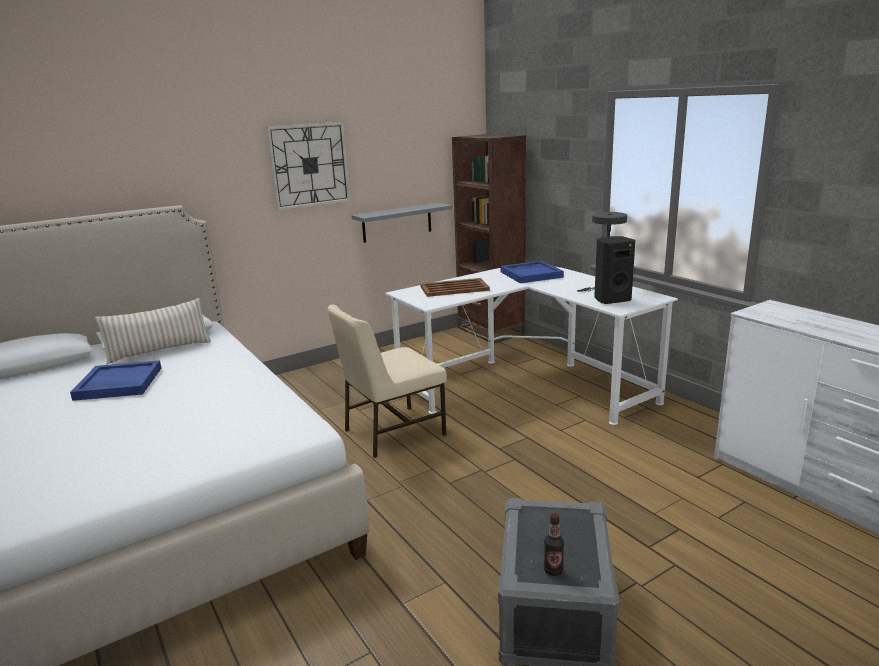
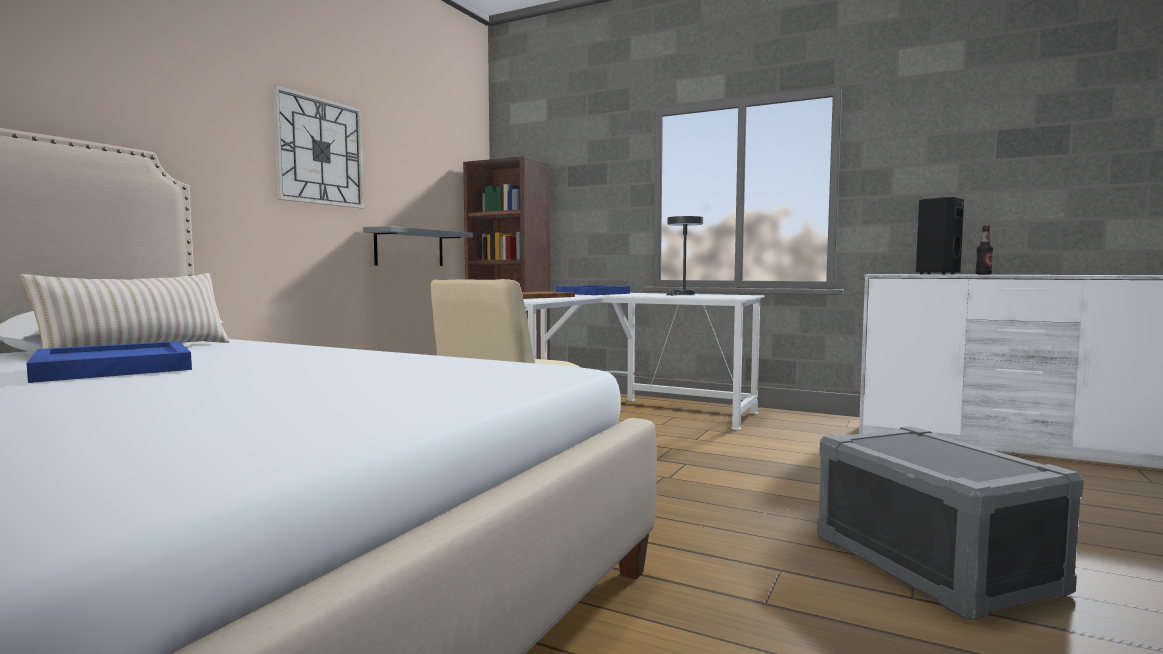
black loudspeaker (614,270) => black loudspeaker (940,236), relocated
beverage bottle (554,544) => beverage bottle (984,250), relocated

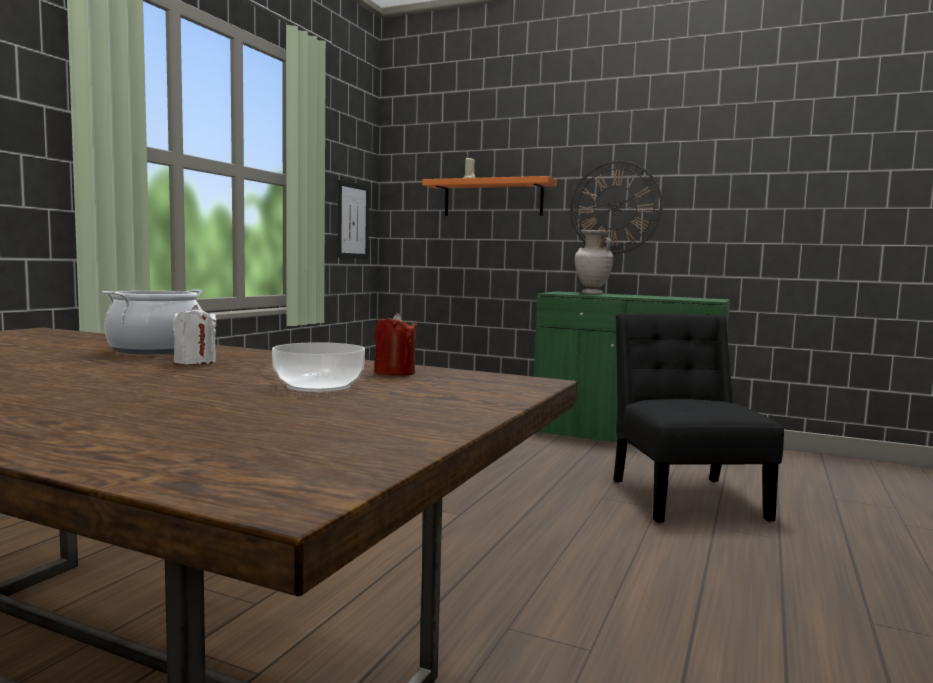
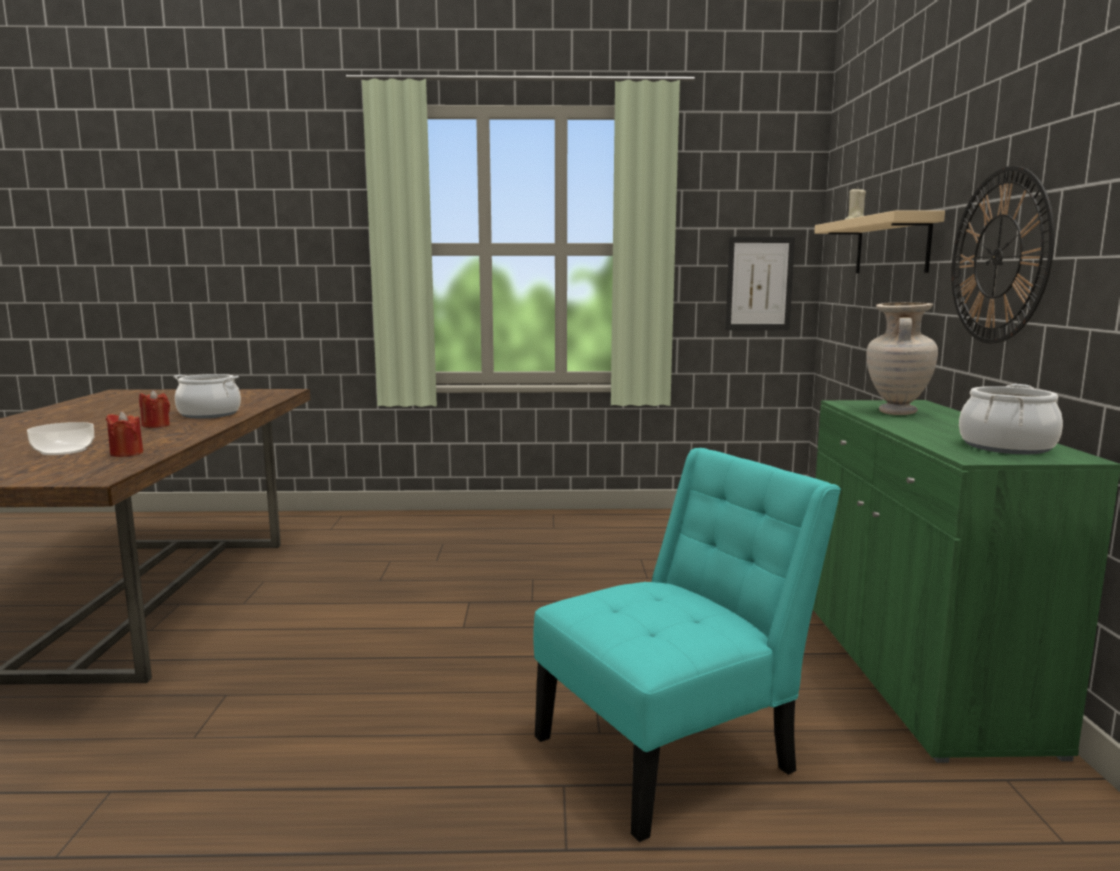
whitish candle (194,334) => red-coloured candle (154,409)
black chair (698,418) => turquoise chair (687,645)
orange-coloured shelf (489,196) => beige-coloured shelf (879,242)
nothing => saucepot (1011,419)

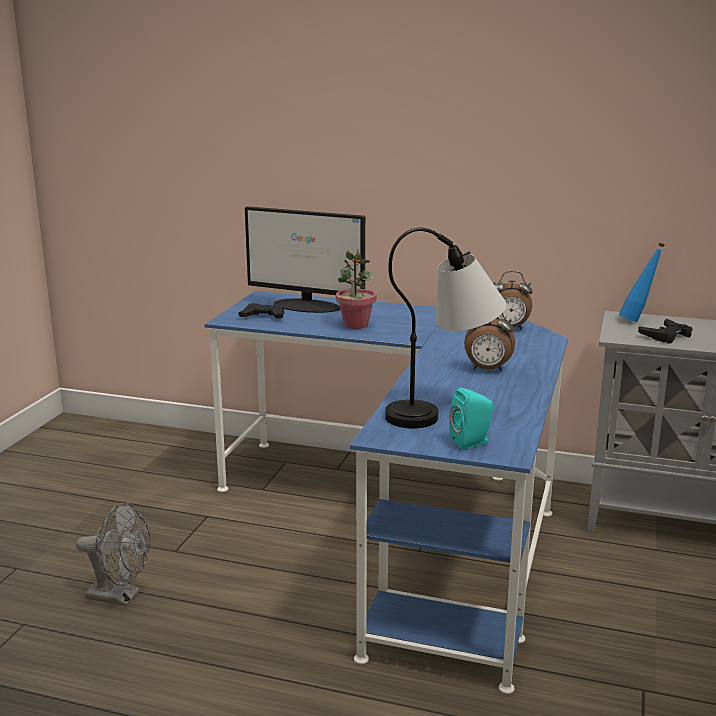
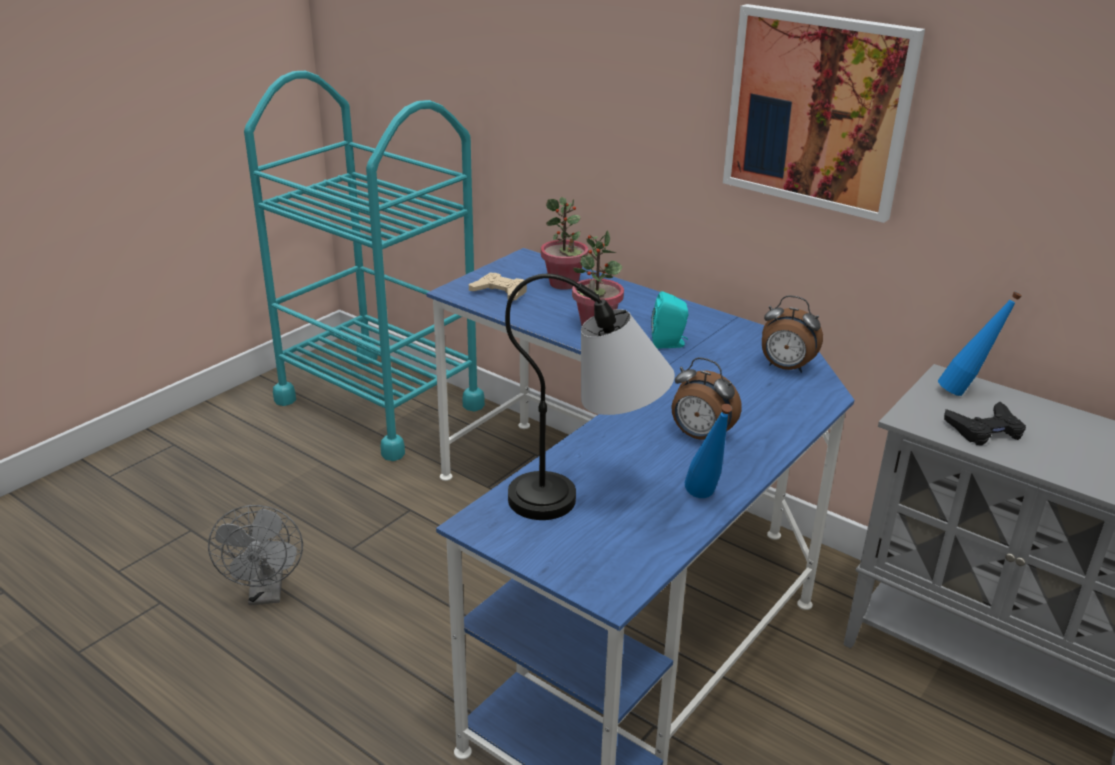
greyish cooling fan (113,554) => greyish cooling fan (255,555), 45 degrees clockwise
nothing => turquoise cart (364,266)
black joypad (261,311) => beige-coloured joypad (498,287)
computer display (305,259) => potted plant (564,243)
turquoise loudspeaker (471,418) => turquoise loudspeaker (670,320), relocated
nothing => blue-coloured beverage bottle (708,451)
nothing => wall picture (824,113)

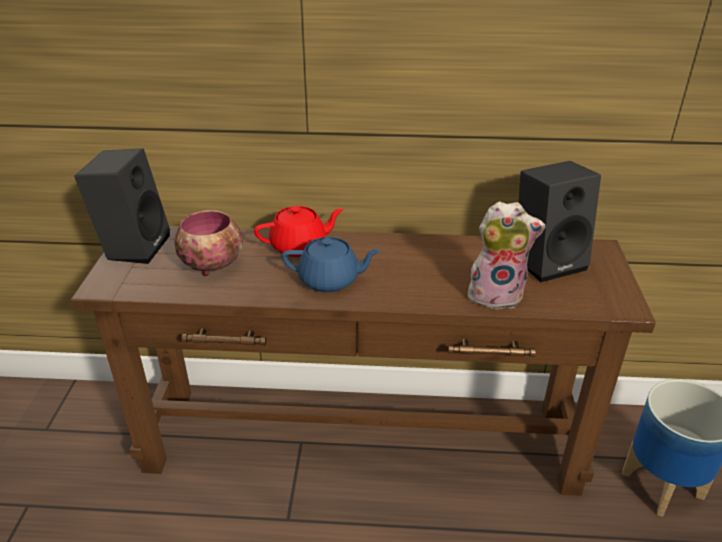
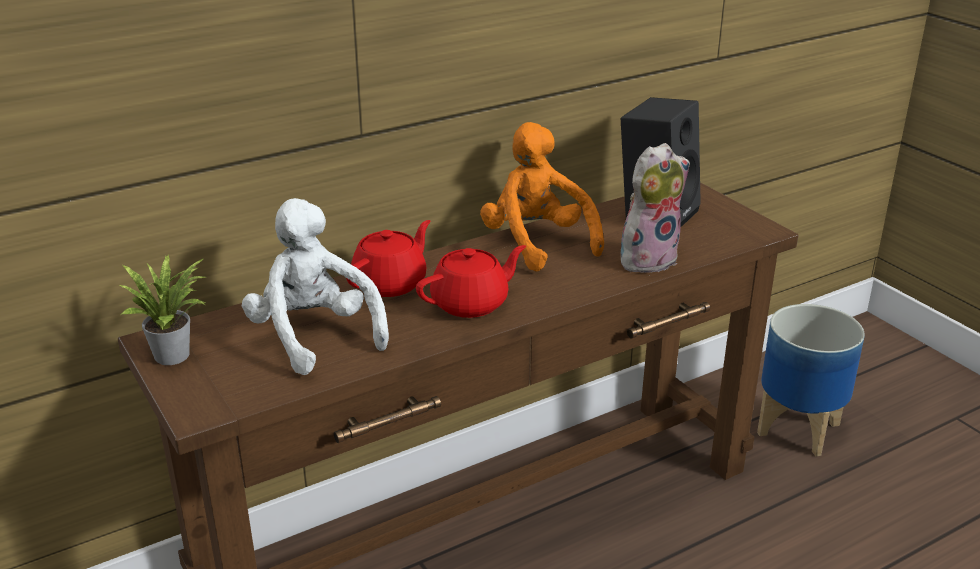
black loudspeaker (122,206) => potted plant (163,310)
serving bowl (208,243) => whitish cuddly toy (315,286)
blue-coloured tea pot (331,264) => red-coloured tea pot (471,281)
nothing => orange-coloured cuddly toy (542,197)

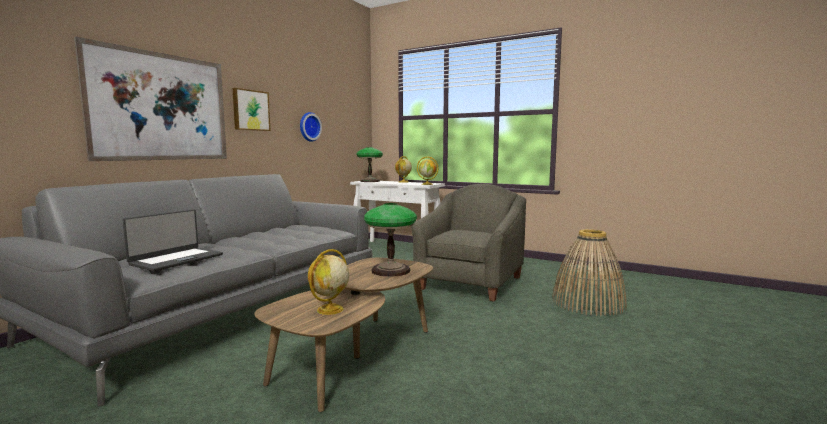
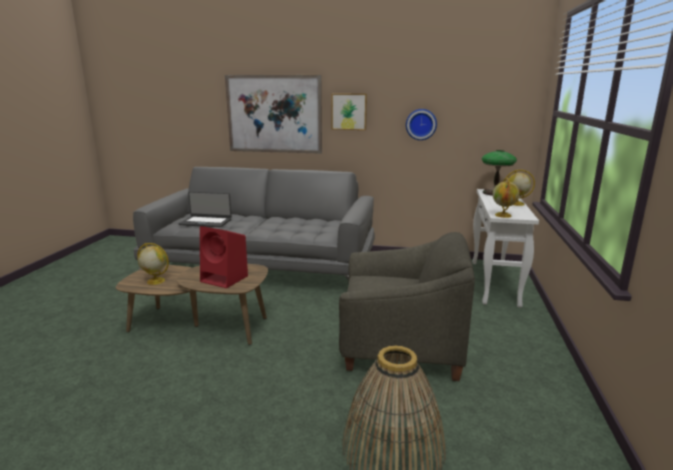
table lamp (390,240) => red-coloured loudspeaker (224,257)

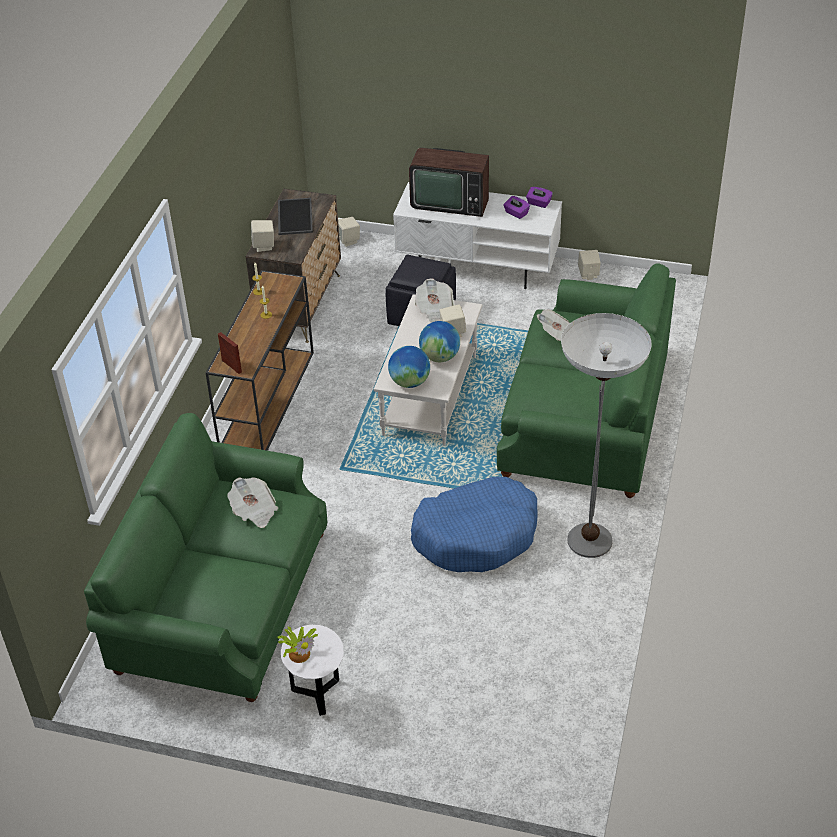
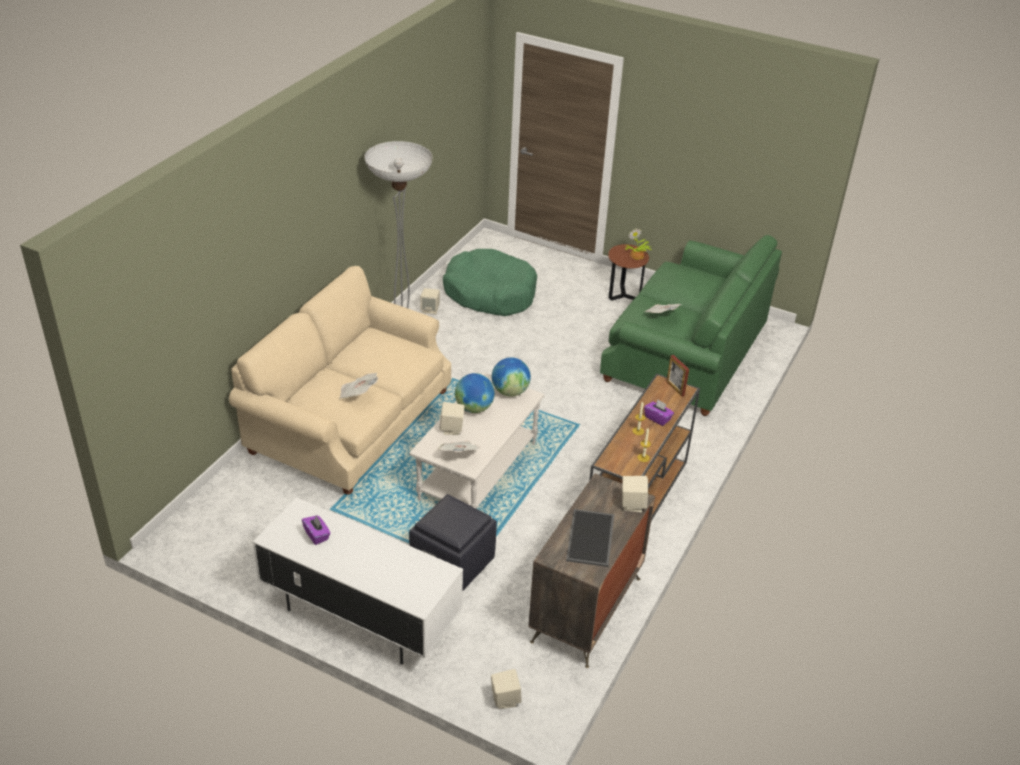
greenish settee (586,381) => beige-coloured settee (340,380)
beige-coloured loudspeaker (589,265) => beige-coloured loudspeaker (430,301), relocated
nothing => greenish dog bed (490,282)
whitish accent table (312,670) => brownish accent table (628,272)
purple tissue box (539,197) => purple tissue box (659,413), relocated
TV set (449,182) => nothing
blue-coloured dog bed (474,524) => nothing

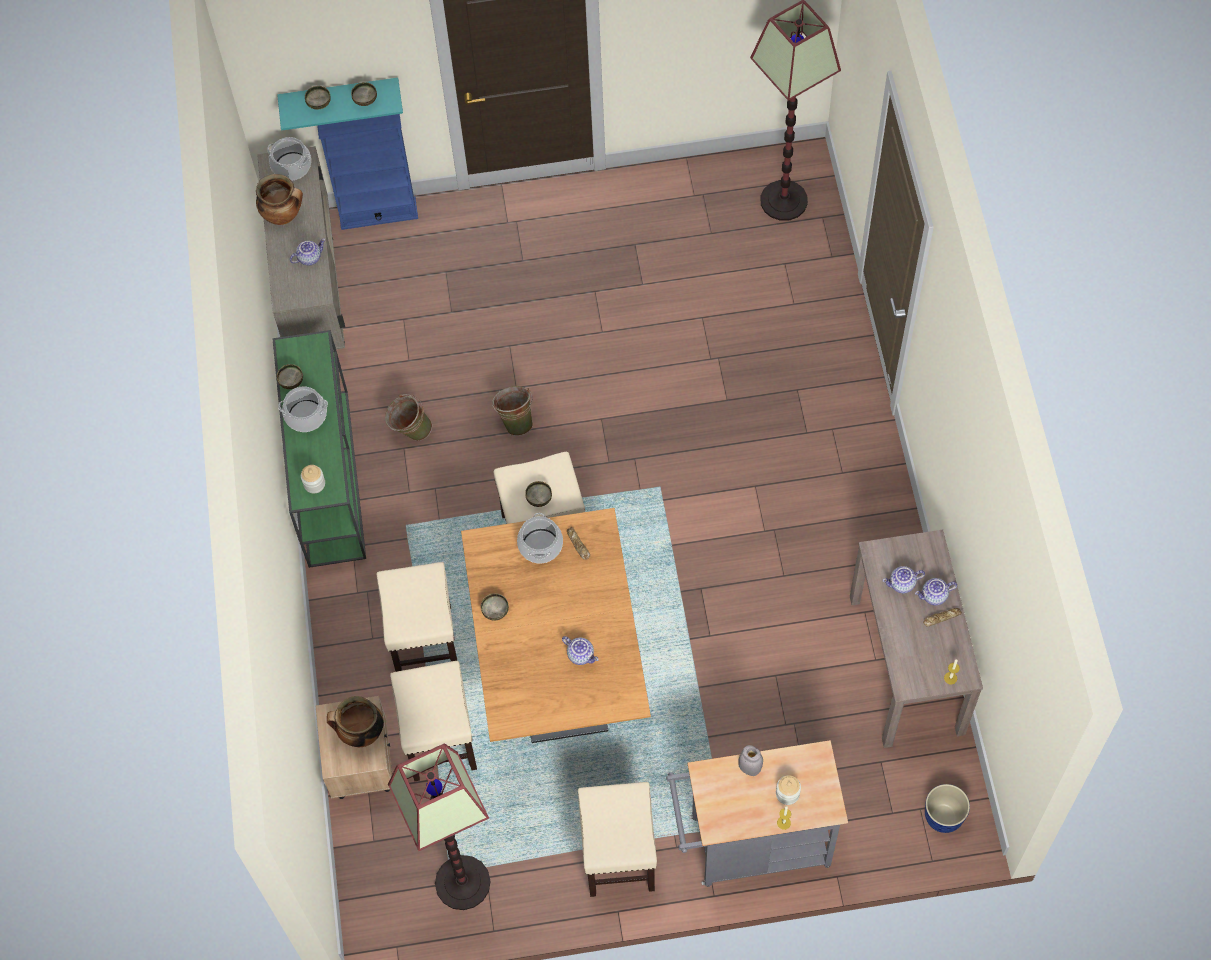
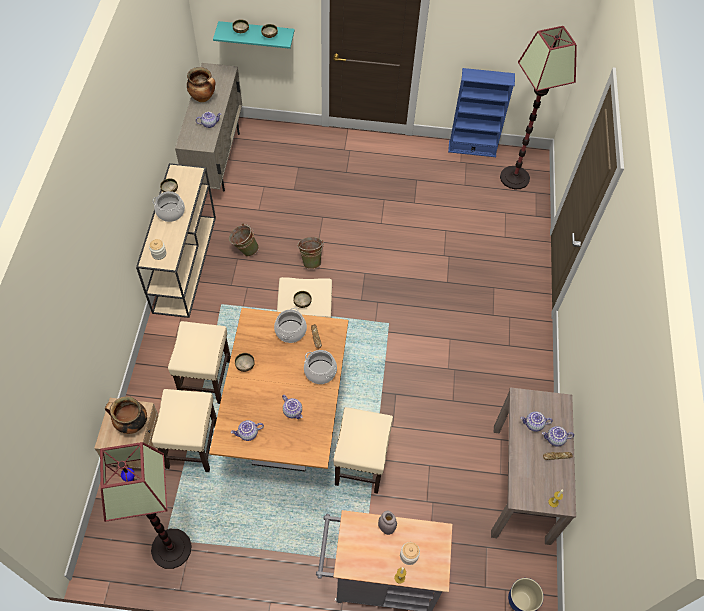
greenish console table (319,449) => beige-coloured console table (176,240)
nothing => tea pot (247,430)
saucepot (289,159) => saucepot (320,367), relocated
beige-coloured stool seat (617,839) => beige-coloured stool seat (363,450), relocated
blue-coloured bookshelf (367,172) => blue-coloured bookshelf (481,112), relocated

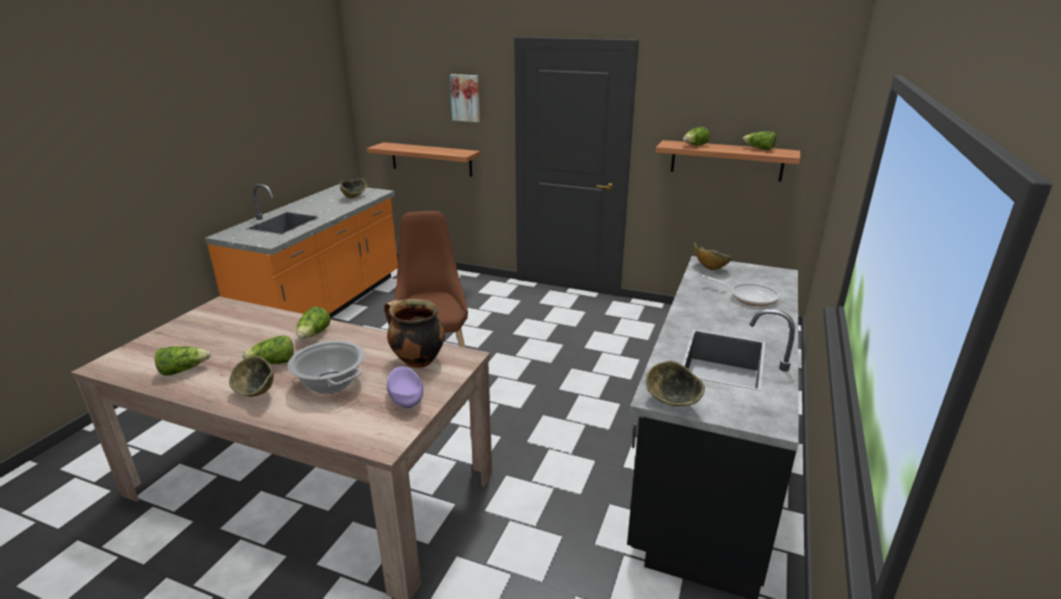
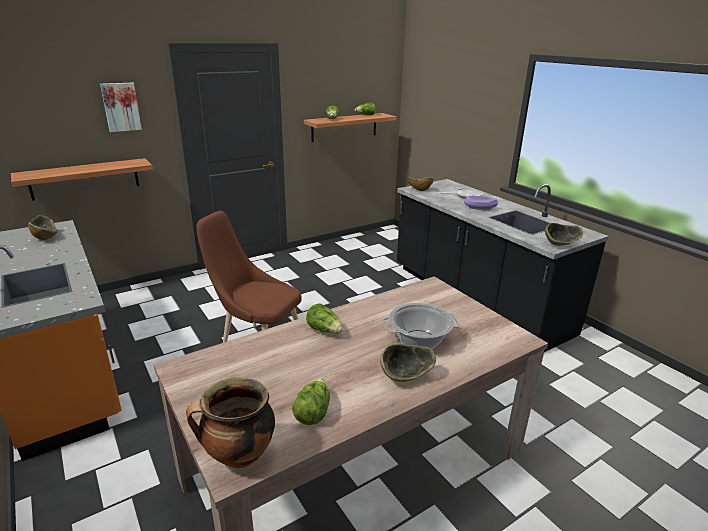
saucepot (414,333) => saucepot (230,422), relocated
purple serving bowl (405,388) => purple serving bowl (481,202), relocated
head of lettuce (268,350) => nothing

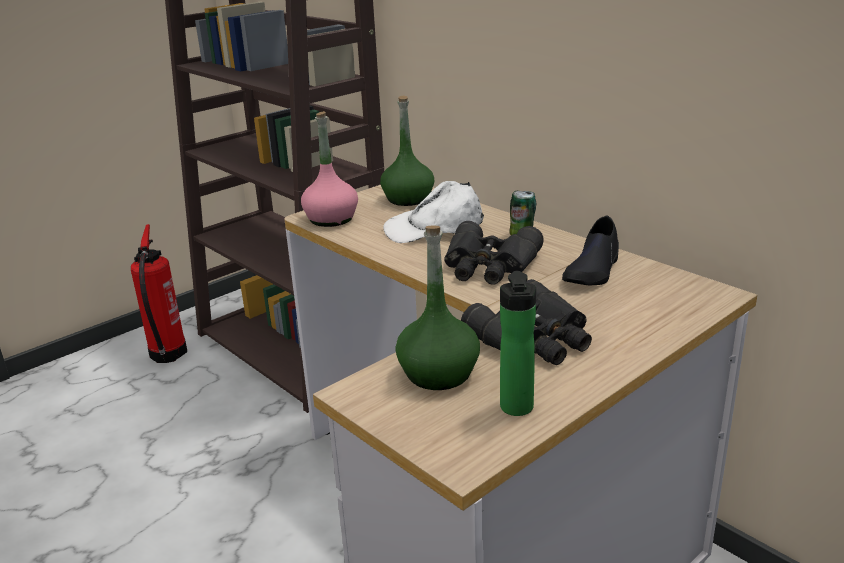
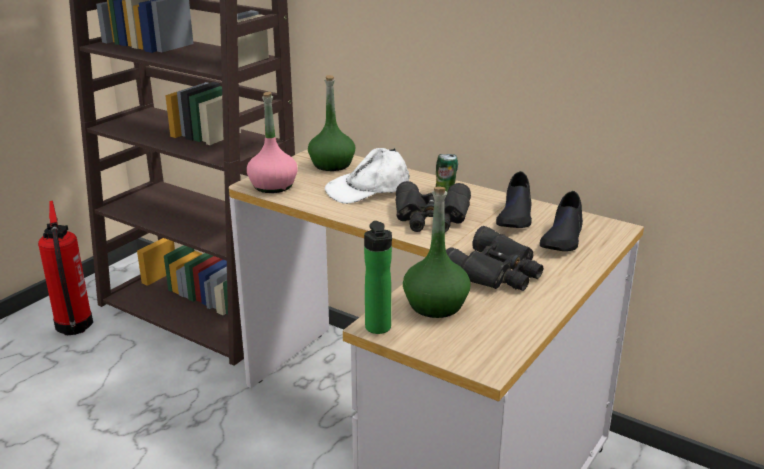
beverage bottle (518,343) => beverage bottle (378,277), relocated
nothing => black shoe (561,221)

